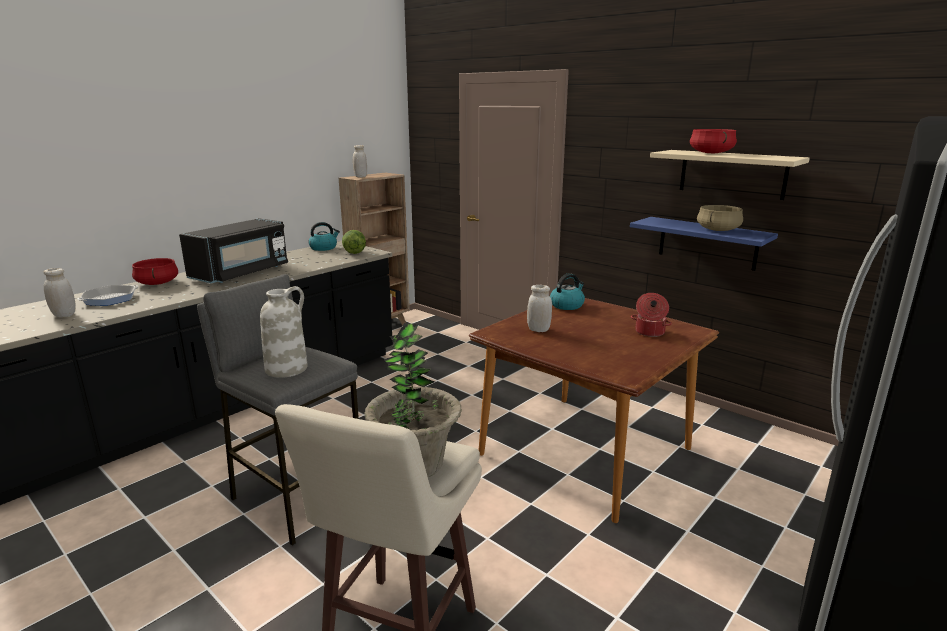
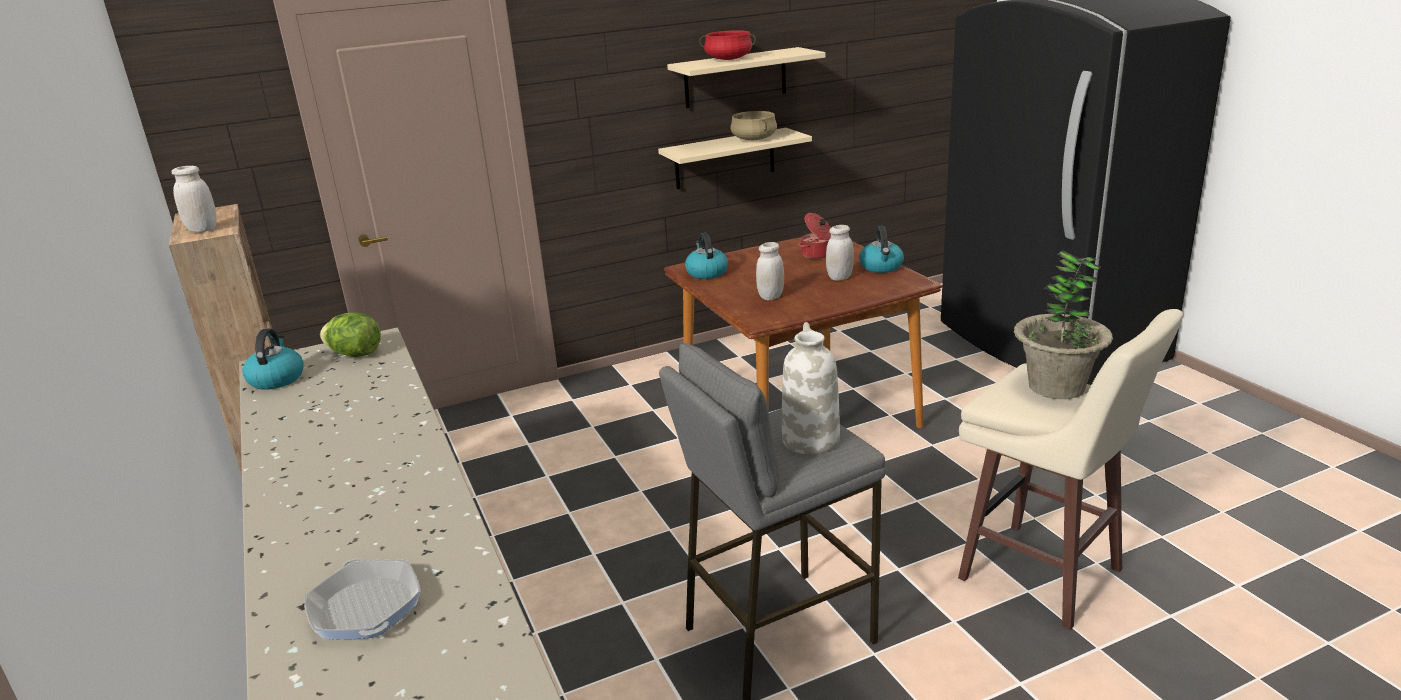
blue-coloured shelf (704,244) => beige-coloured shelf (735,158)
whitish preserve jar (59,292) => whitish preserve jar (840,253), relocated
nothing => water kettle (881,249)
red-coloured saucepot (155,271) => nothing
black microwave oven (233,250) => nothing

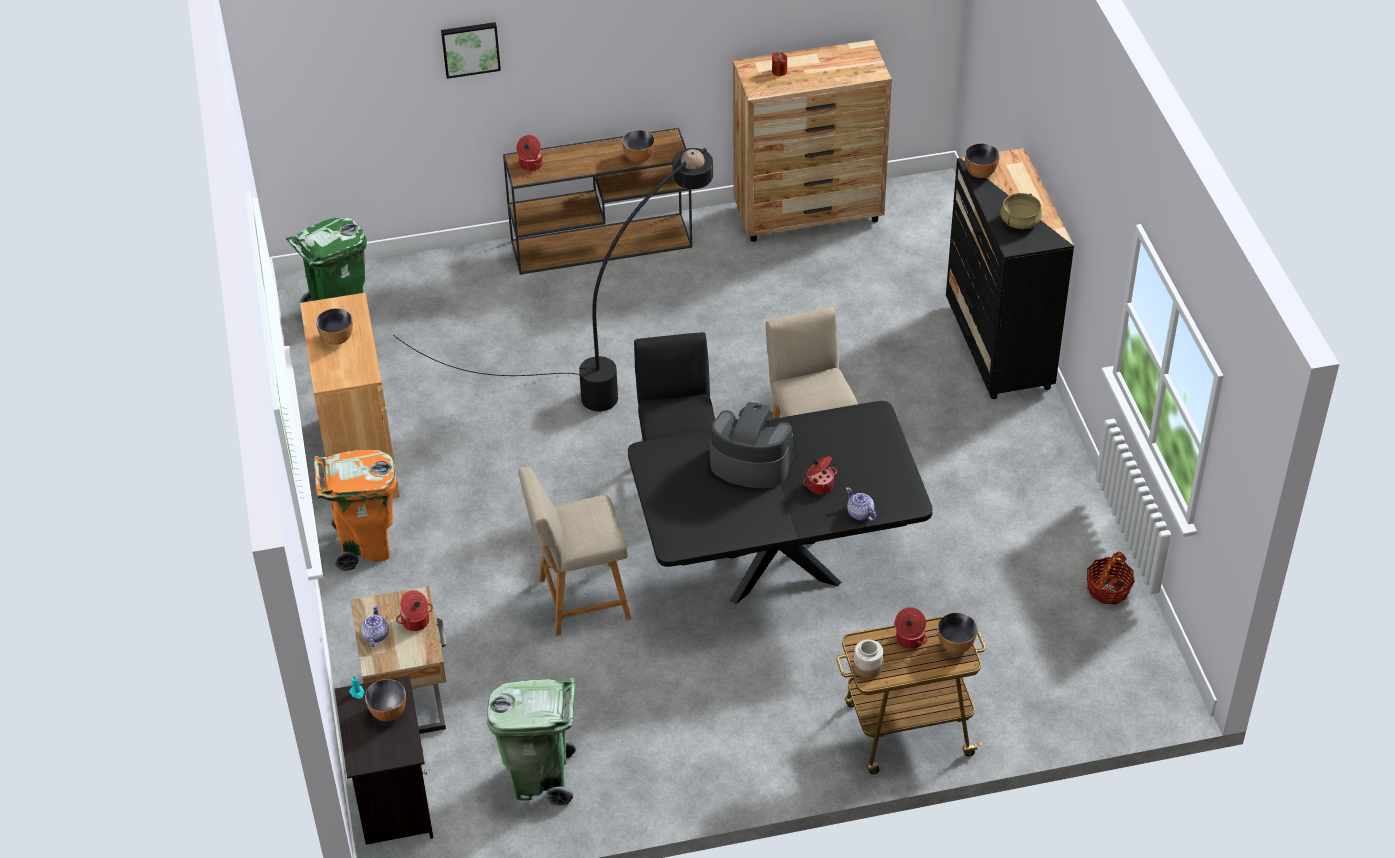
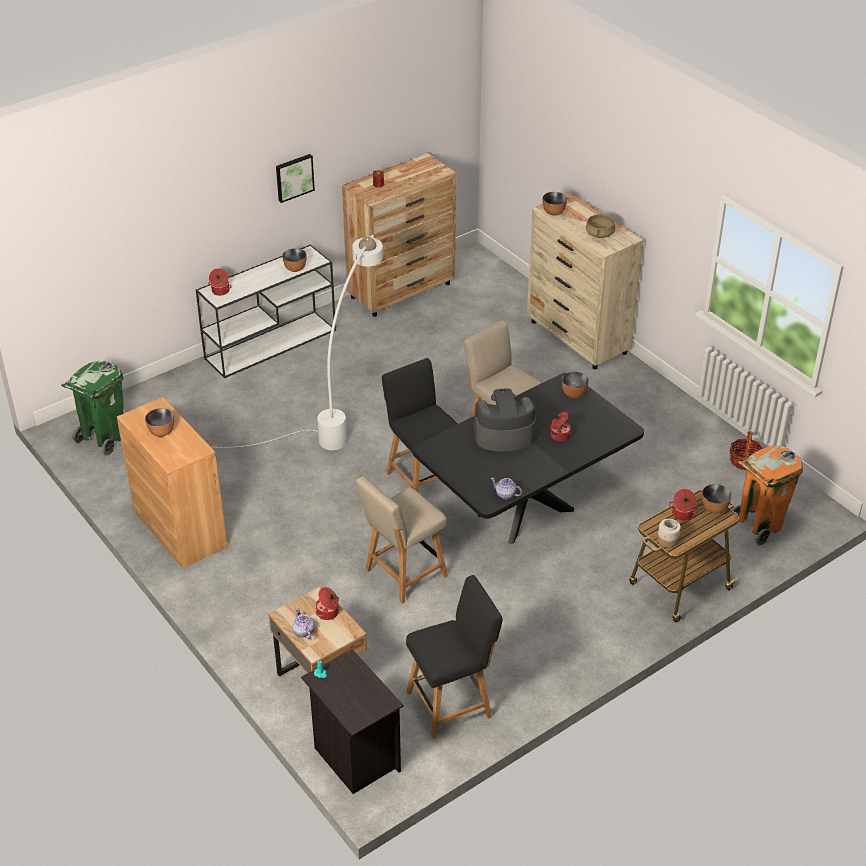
brownish console table (597,201) => whitish console table (266,311)
black standard lamp (553,279) => whitish standard lamp (300,342)
wall picture (471,50) => wall picture (295,178), relocated
greenish trash can (531,741) => black chair (454,657)
tea pot (861,504) => tea pot (506,488), relocated
black drawer chest (1010,273) => beige-coloured drawer chest (585,280)
serving bowl (385,700) => serving bowl (575,385), relocated
orange-coloured trash can (355,510) => orange-coloured trash can (767,496), relocated

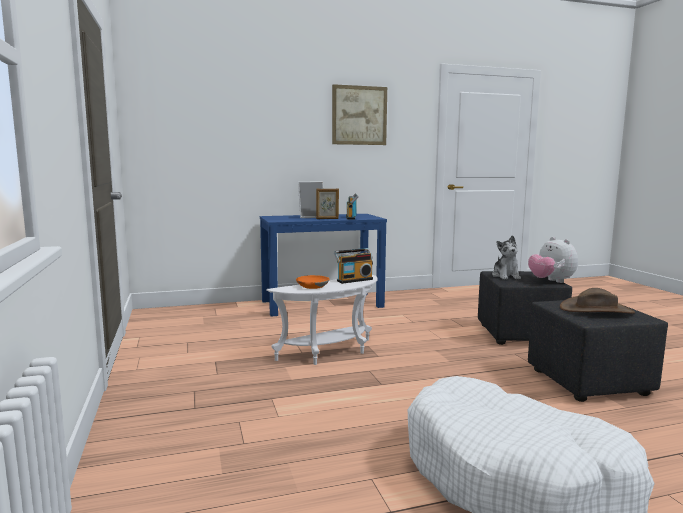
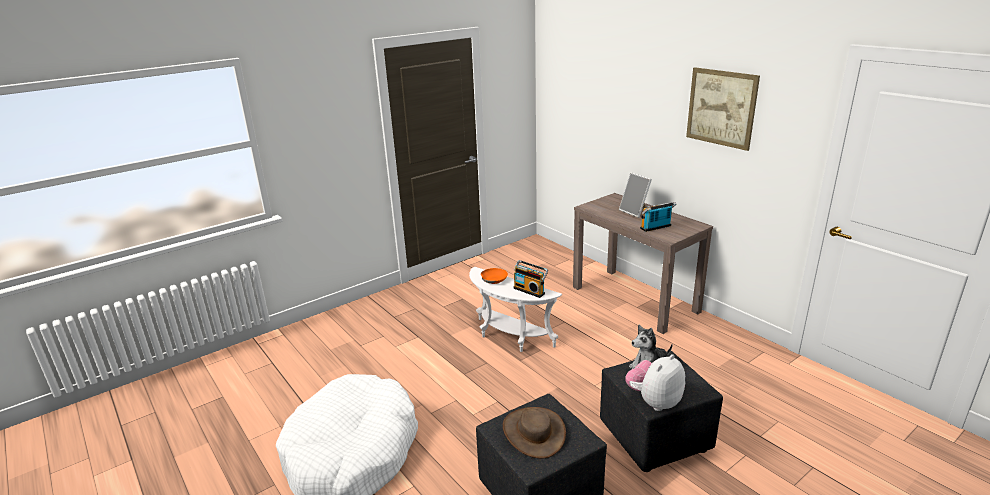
blue-coloured console table (323,265) => brownish console table (643,263)
standing frame (327,204) => nothing

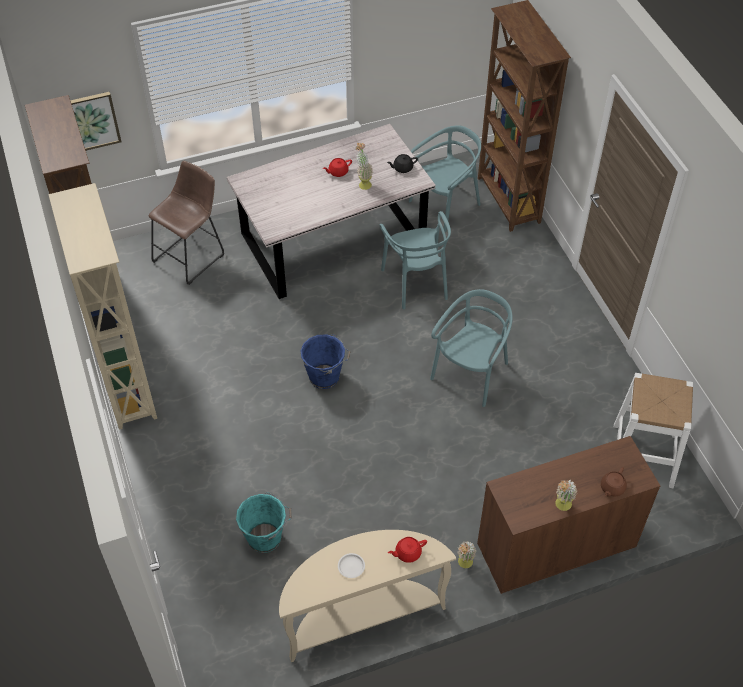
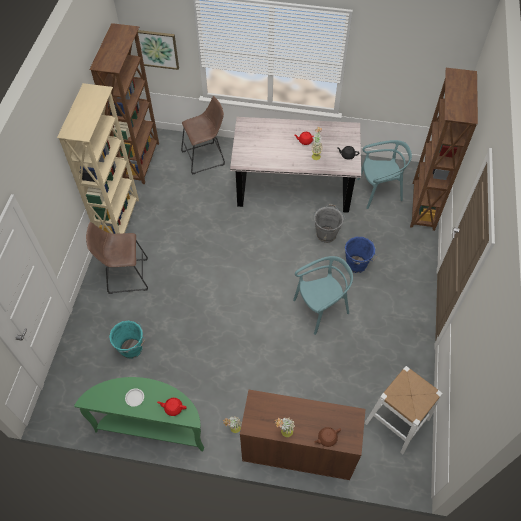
beige-coloured console table (367,596) => greenish console table (139,414)
nothing => brownish stool seat (117,258)
turquoise chair (415,260) => greyish pail (330,223)
blue-coloured pail (325,361) => blue-coloured pail (361,255), relocated

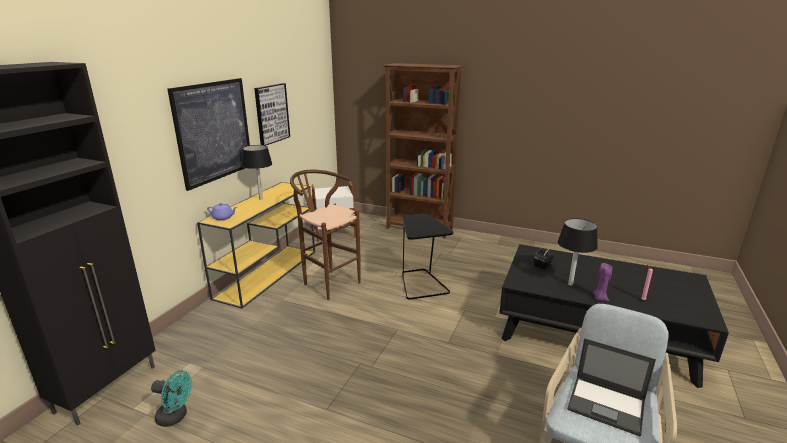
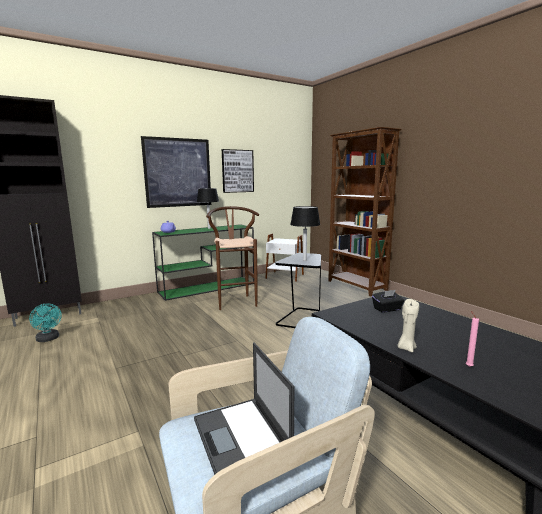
yellowish console table (256,245) => greenish console table (203,262)
black table lamp (578,252) => black table lamp (305,233), relocated
purple candle (602,282) => beige-coloured candle (408,326)

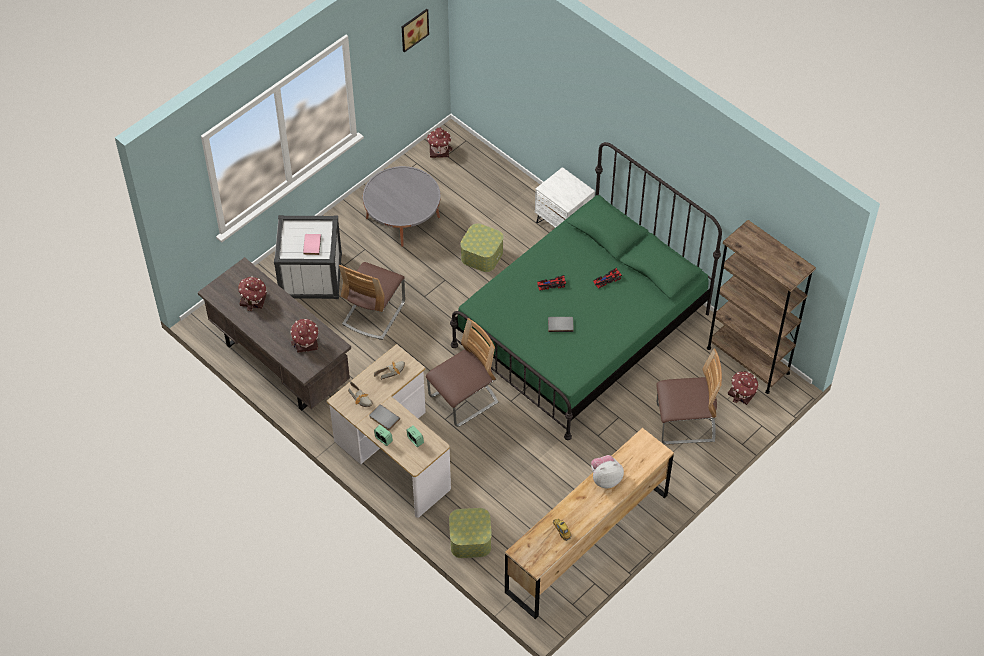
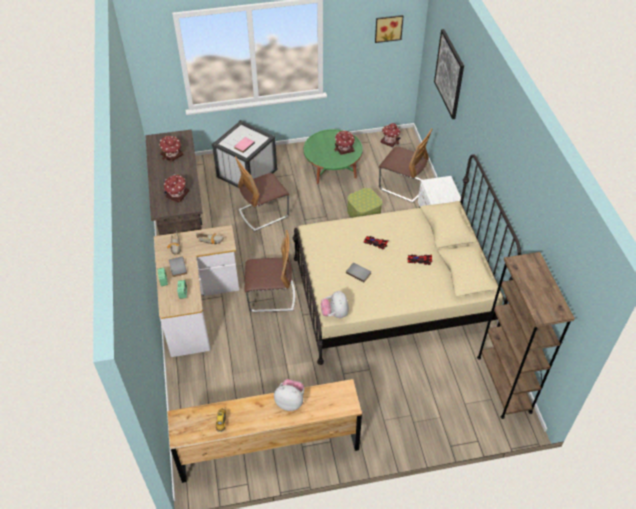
greenish sleeping bed (586,291) => beige-coloured sleeping bed (407,259)
greyish coffee table (402,206) => greenish coffee table (333,156)
nothing => cuddly toy (335,304)
model house (743,388) => model house (344,142), relocated
chair (689,396) => chair (405,165), relocated
nothing => wall picture (449,74)
storage box (470,533) => nothing

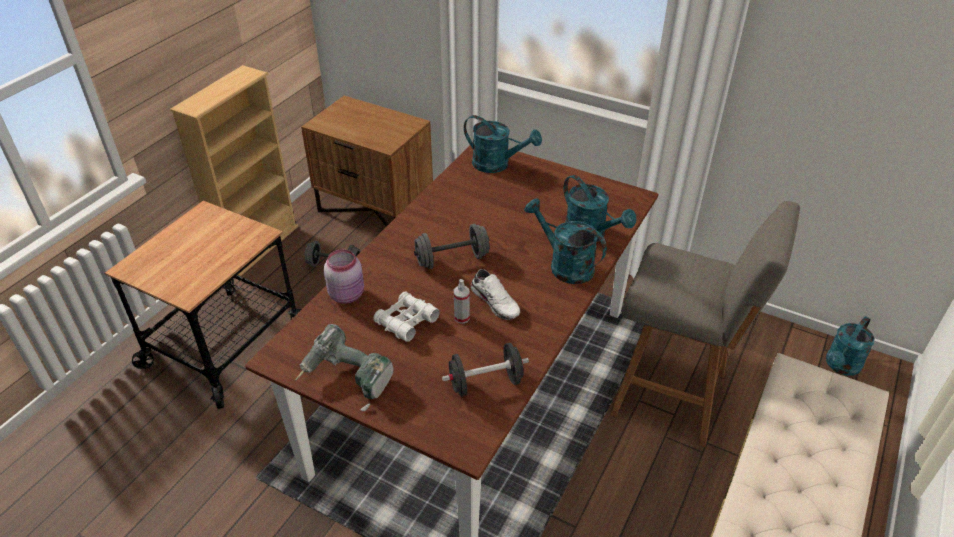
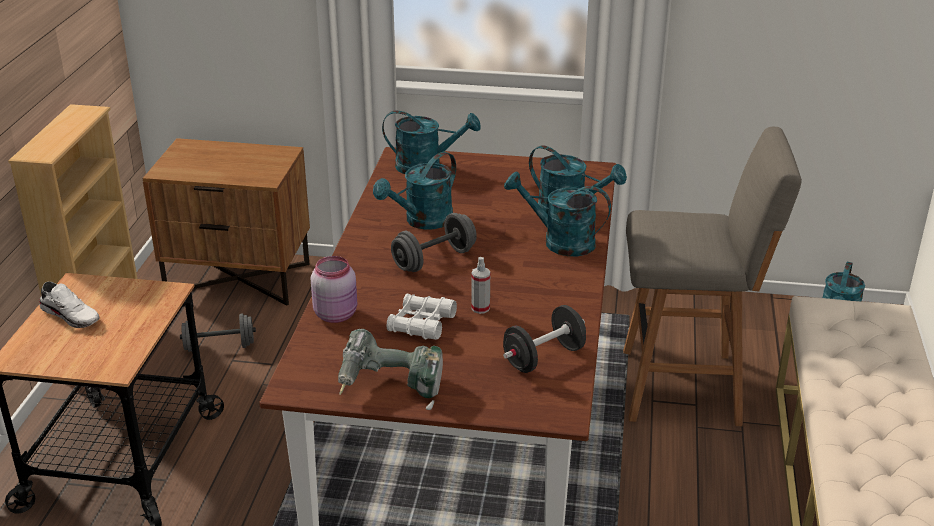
whitish shoe (495,294) => whitish shoe (69,305), relocated
nothing => turquoise watering pot (414,191)

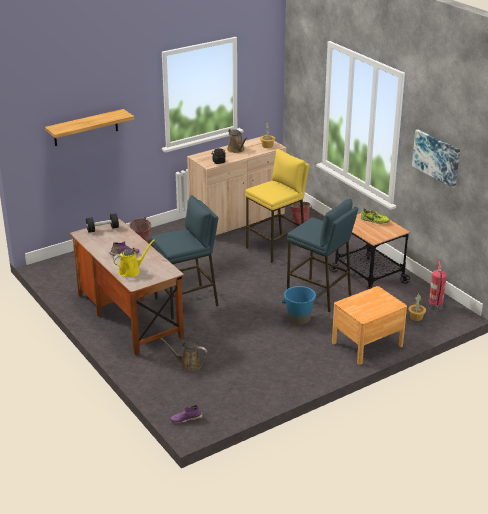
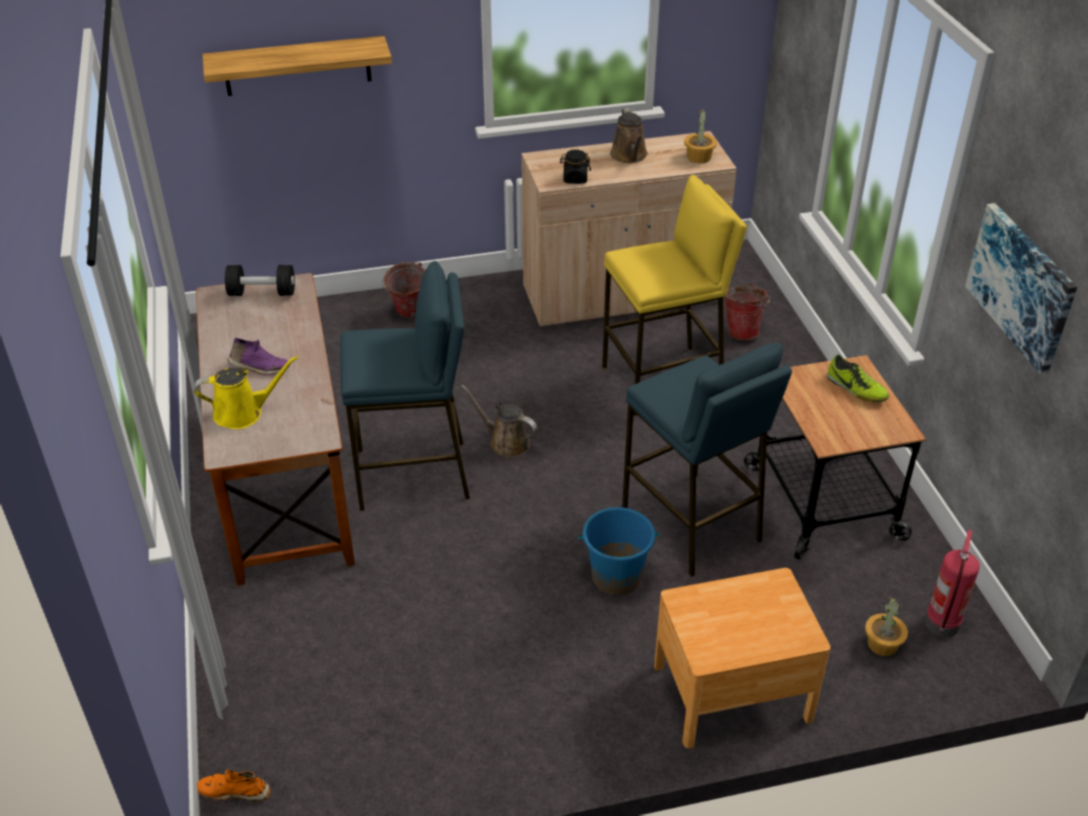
purple shoe (187,414) => orange-coloured shoe (233,786)
brownish watering pot (184,354) => brownish watering pot (499,421), relocated

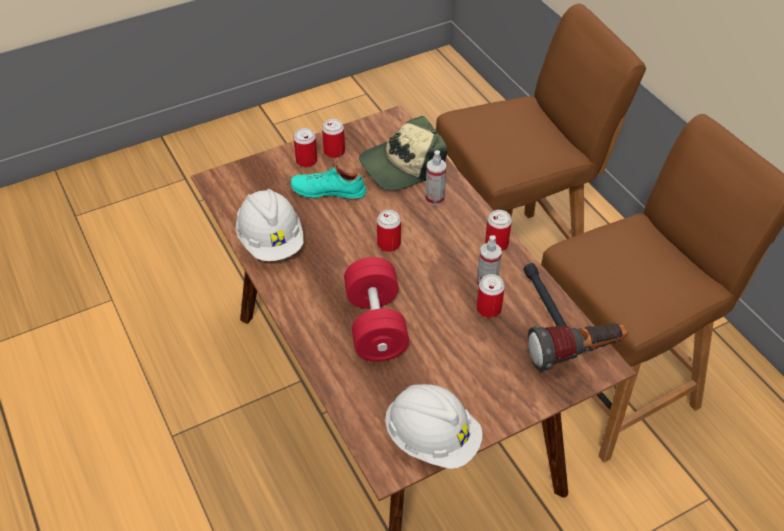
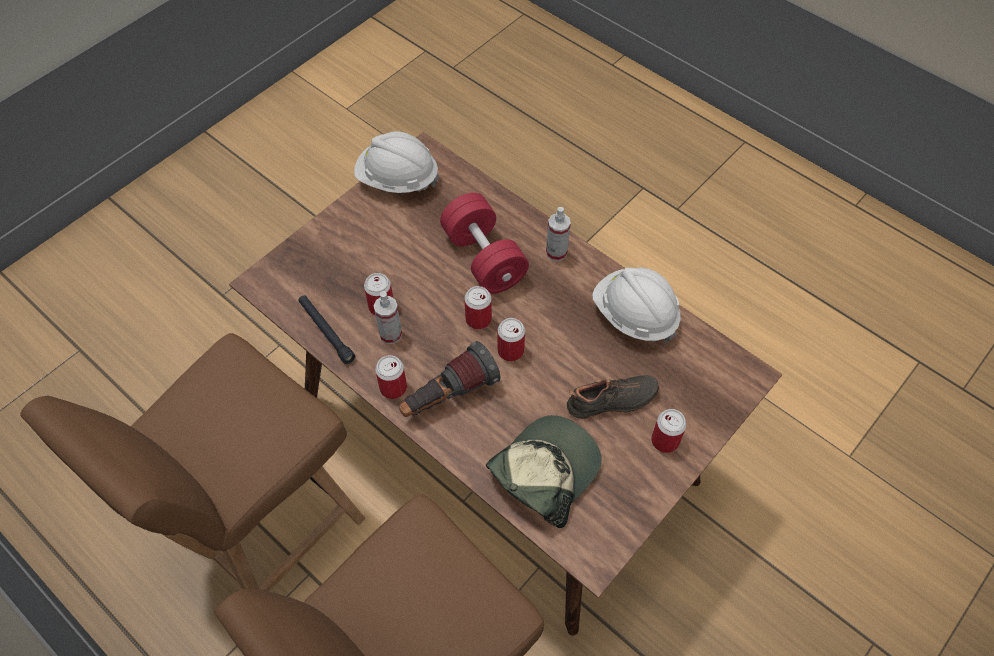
hand torch (578,347) => hand torch (450,379), relocated
can (333,138) => can (478,307), relocated
hand sprayer (435,177) => hand sprayer (558,234), relocated
turquoise shoe (328,180) => black shoe (613,397)

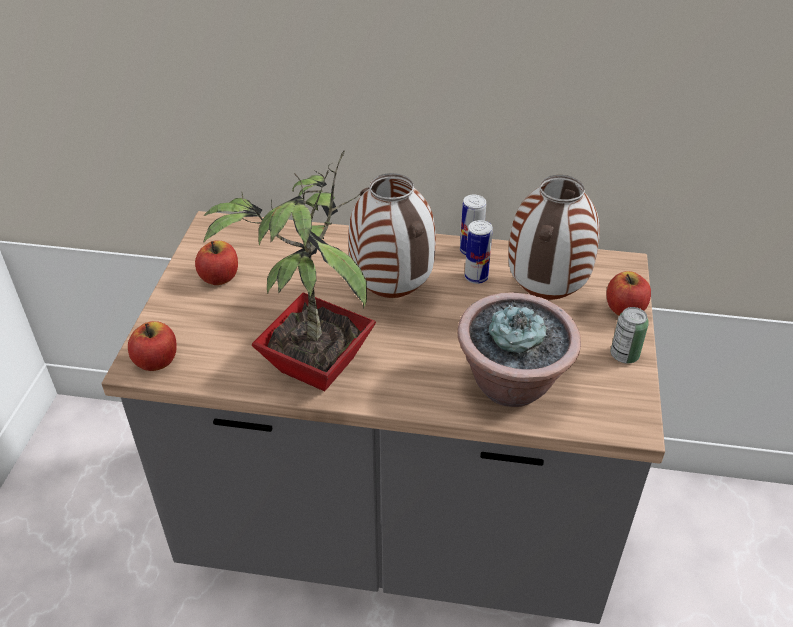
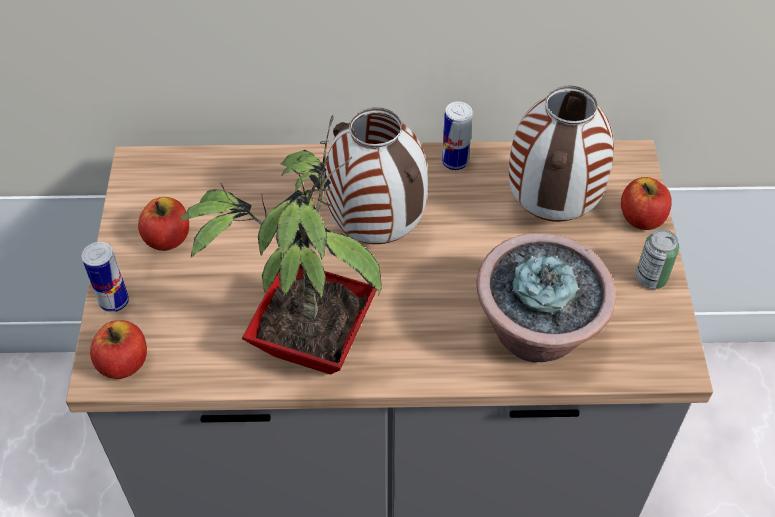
can (479,252) => can (105,277), relocated

